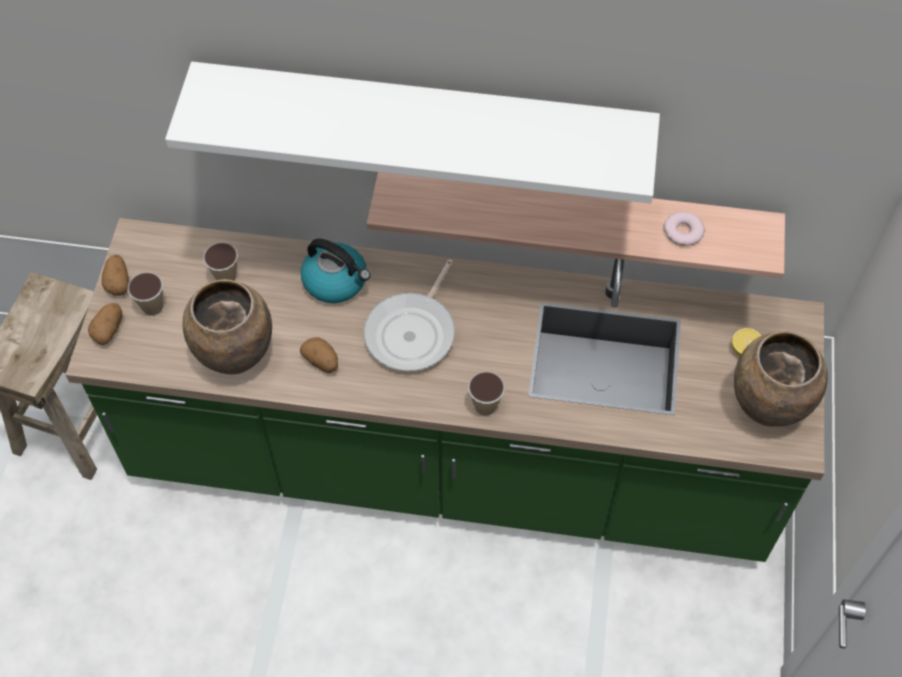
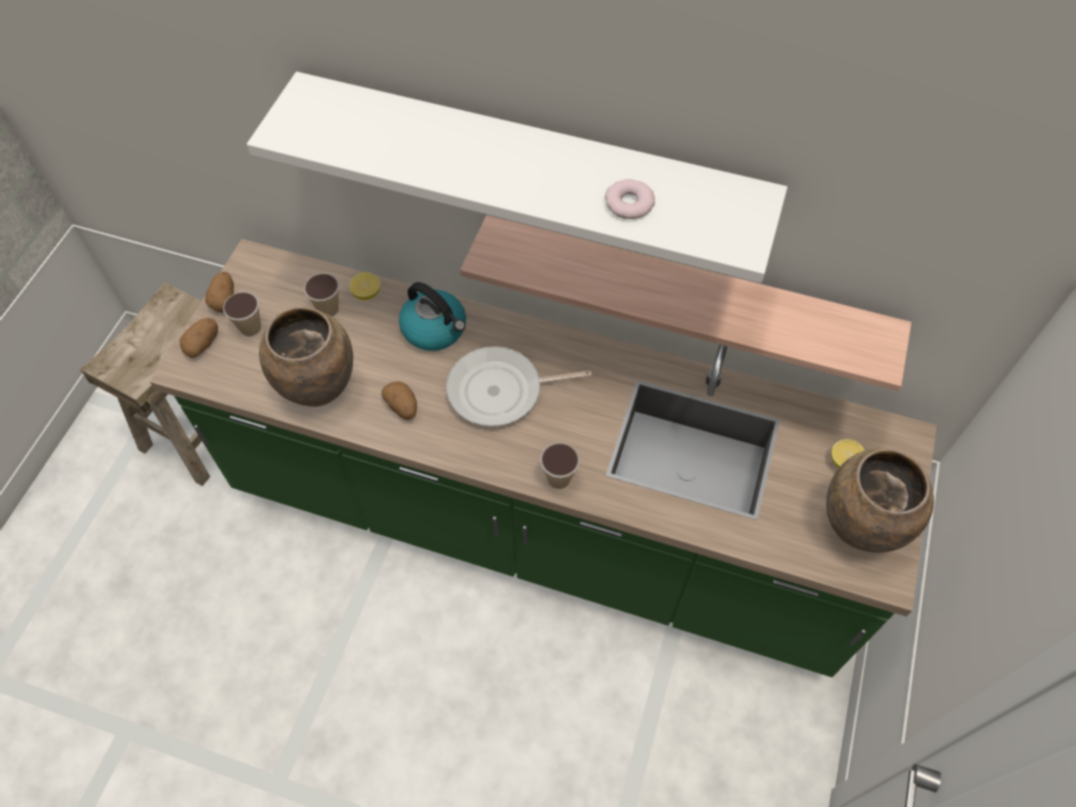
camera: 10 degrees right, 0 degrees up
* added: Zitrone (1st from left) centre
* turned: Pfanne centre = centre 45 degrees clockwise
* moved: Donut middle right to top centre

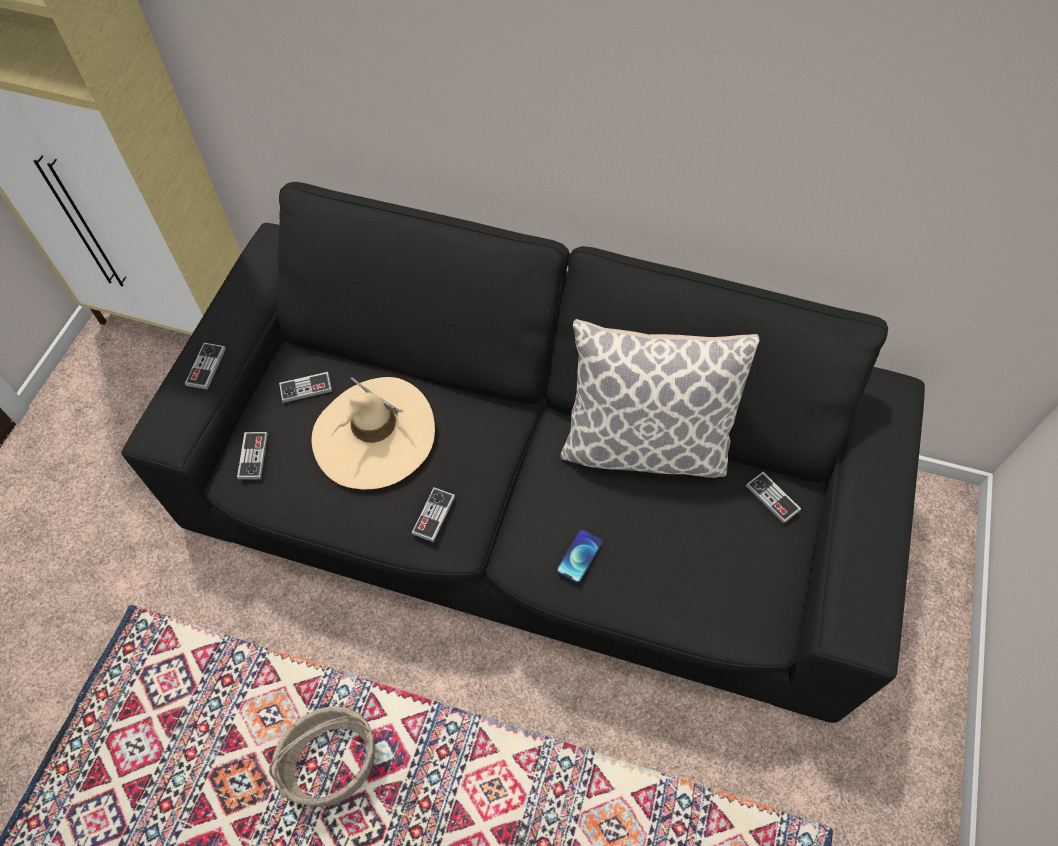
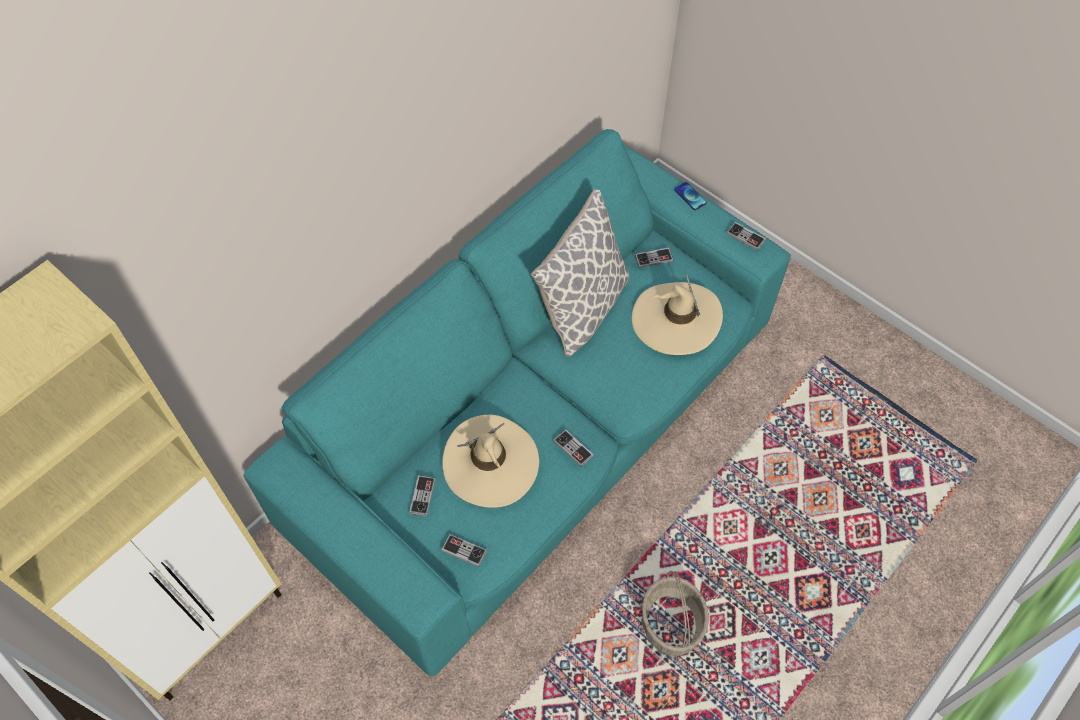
camera: 65 degrees left, 0 degrees up
* recoloured: Sofa (schwarz) centre to Sofa (türkis) centre
* added: Hut (beige) (2nd from left) centre
* moved: Handy centre to top centre
* moved: Gamepad (1st from left in the first image) middle left to Gamepad (5th from left) top right

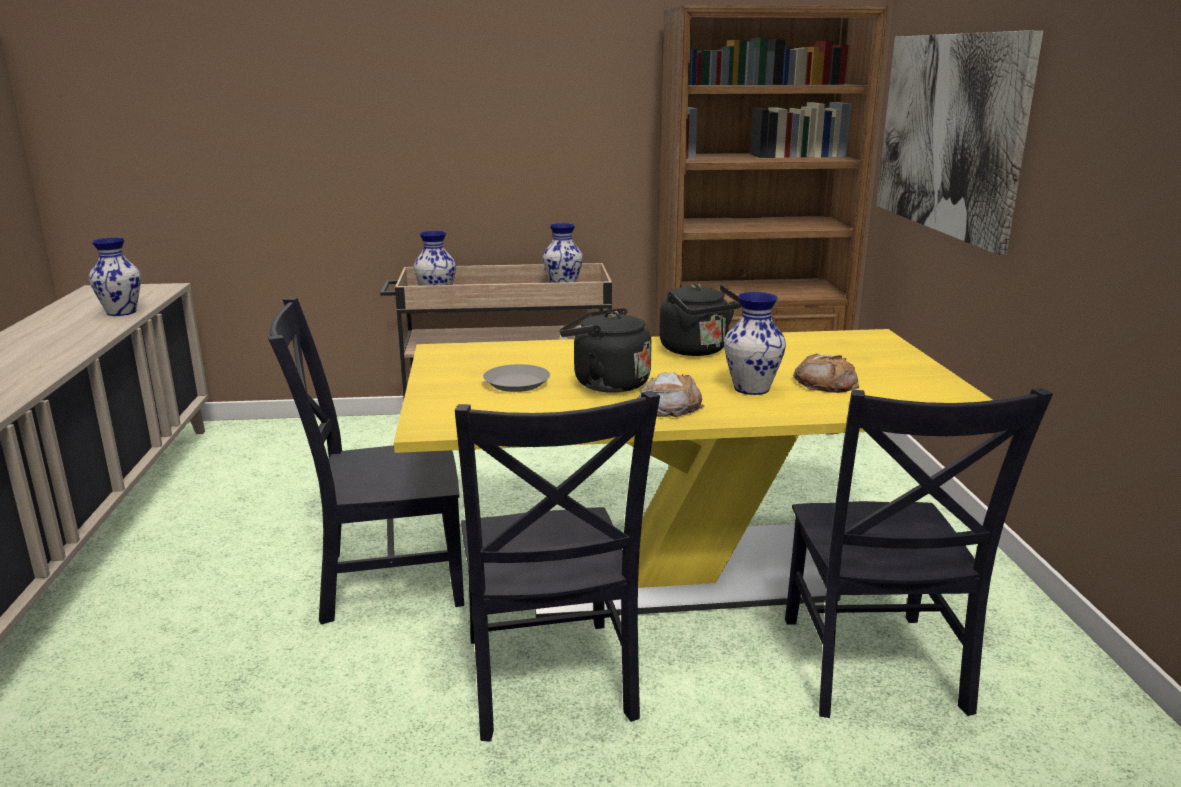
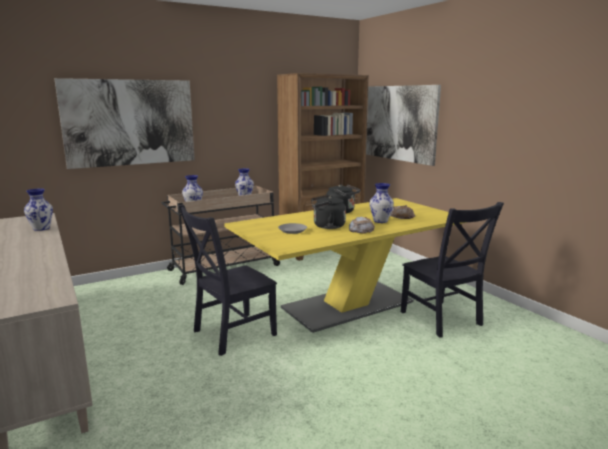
camera: 25 degrees left, 5 degrees down
* added: Bild (1st from left) top left
* removed: Stuhl (schwarz) (2nd from left) bottom centre

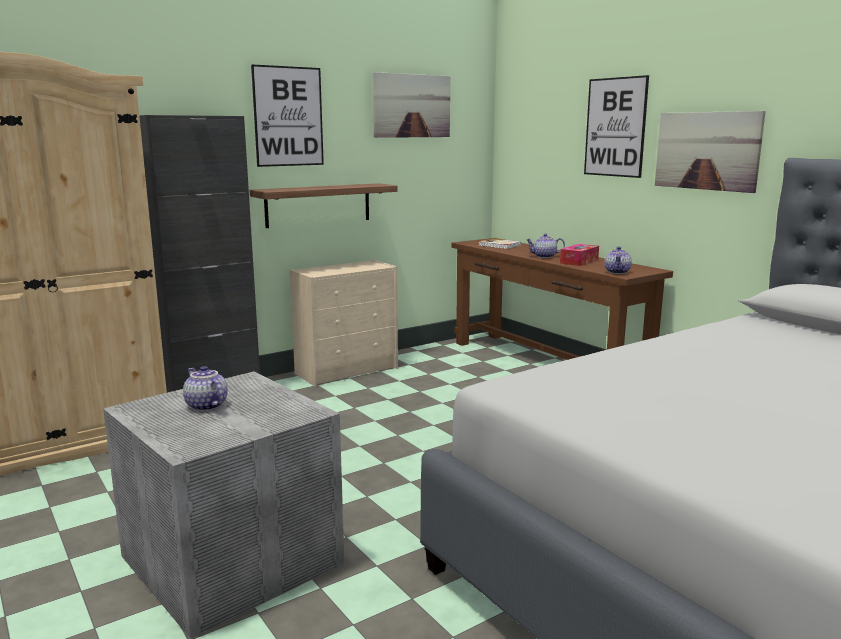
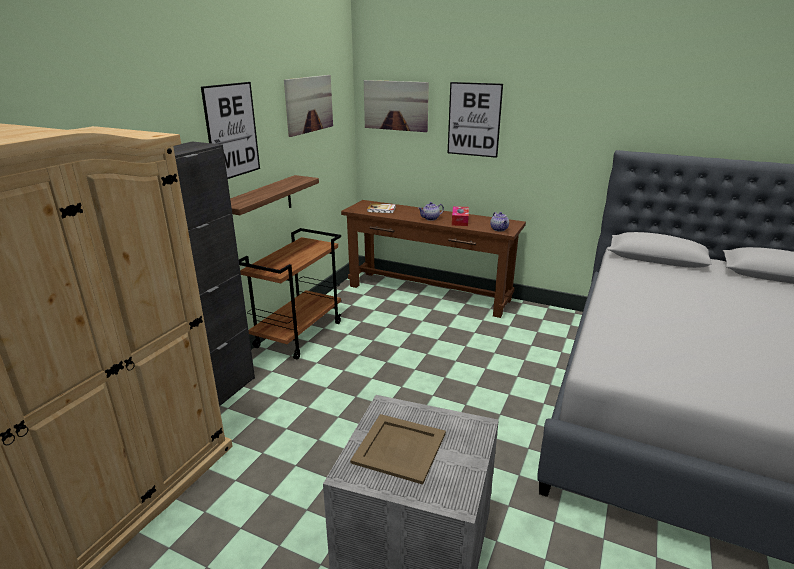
camera: 30 degrees left, 10 degrees up
* replaced: Kommode (beige) centre to Rollwagen (braun) centre
* replaced: Teekanne (1st from left) middle left to Tablett (beige) bottom centre
* moved: Bild (4th from left in the first image) top right to Bild (3rd from left) top centre

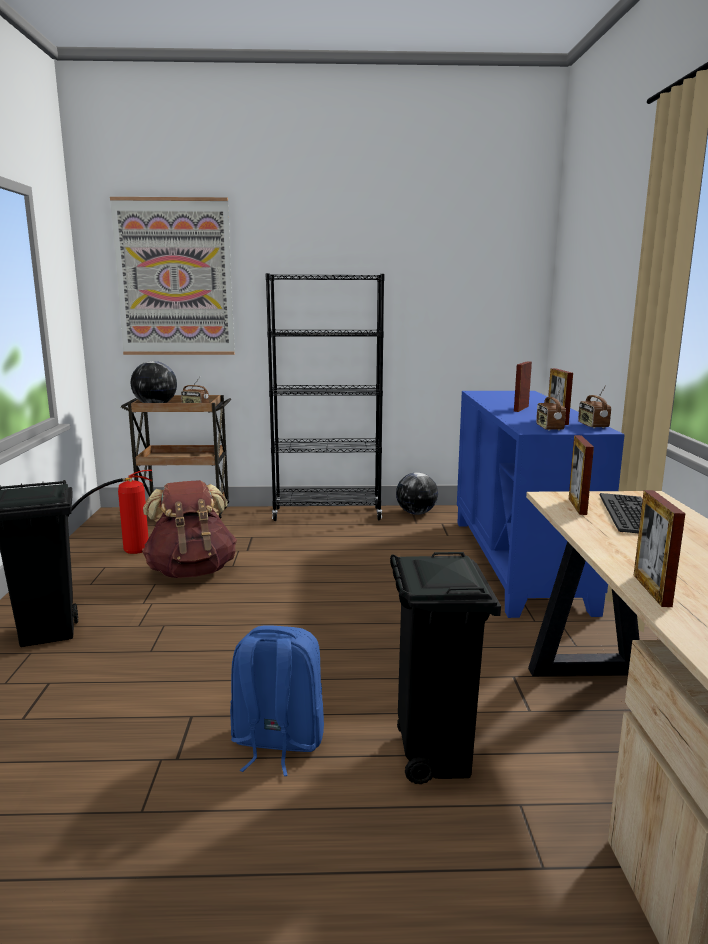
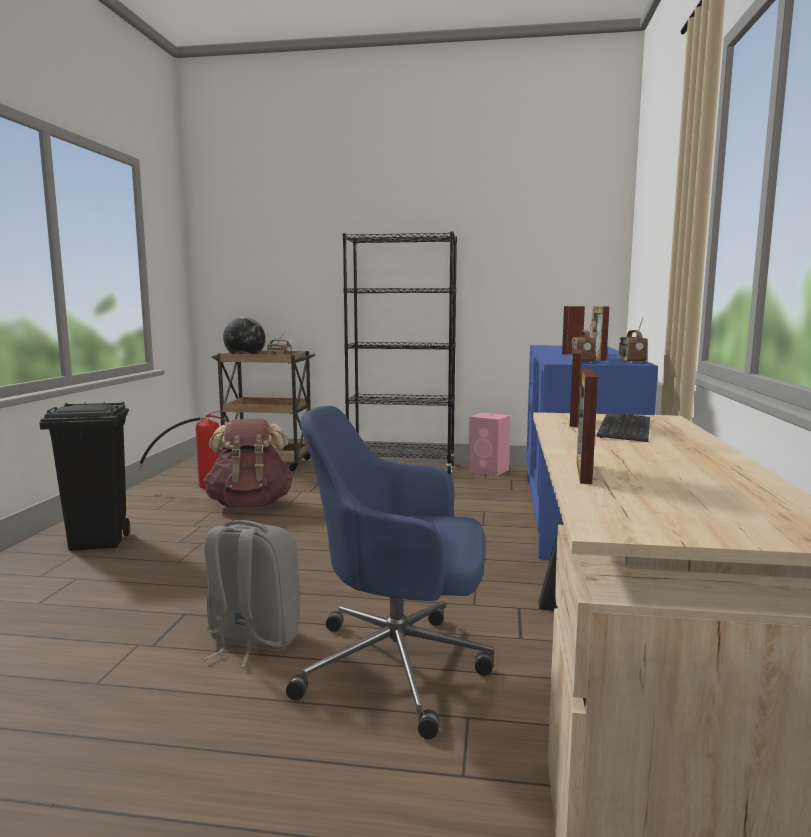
camera: 10 degrees right, 5 degrees down
* recoloured: Rucksack (blau) bottom centre to Rucksack (grau) bottom left
* replaced: Mülleimer (schwarz) (2nd from left) bottom centre to Bürostuhl (blau) bottom centre
* replaced: Globus (2nd from left) centre to Lautsprecher (rosa) centre
* removed: Bild top left

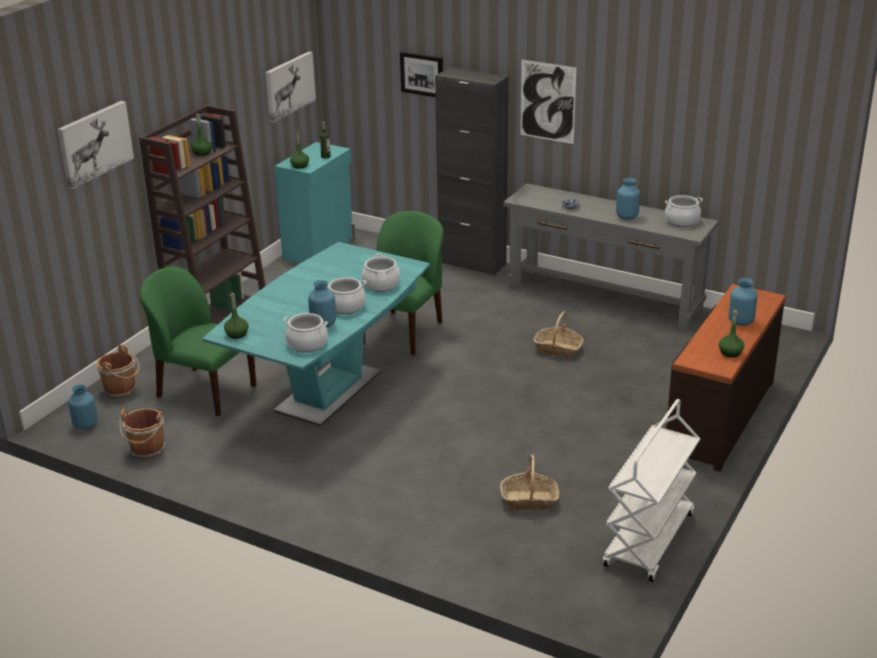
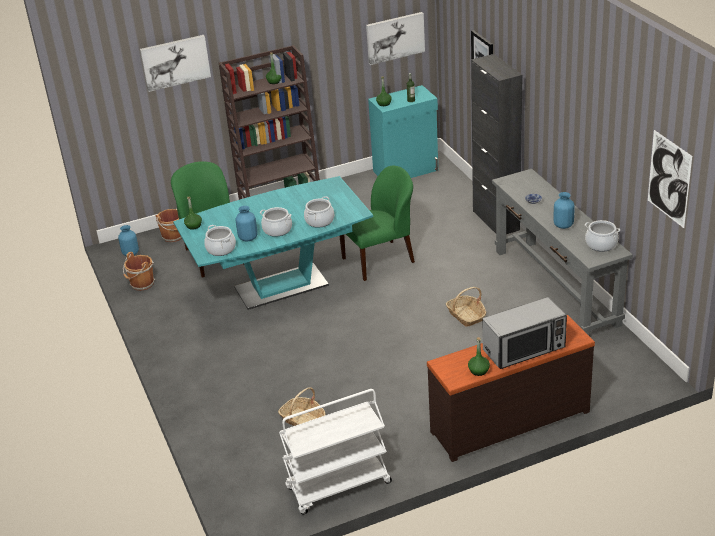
camera: 40 degrees right, 5 degrees up
* replaced: Vase (blau) (4th from left) middle right to Mikrowelle middle right
* moved: Bild (4th from left) top centre to middle right

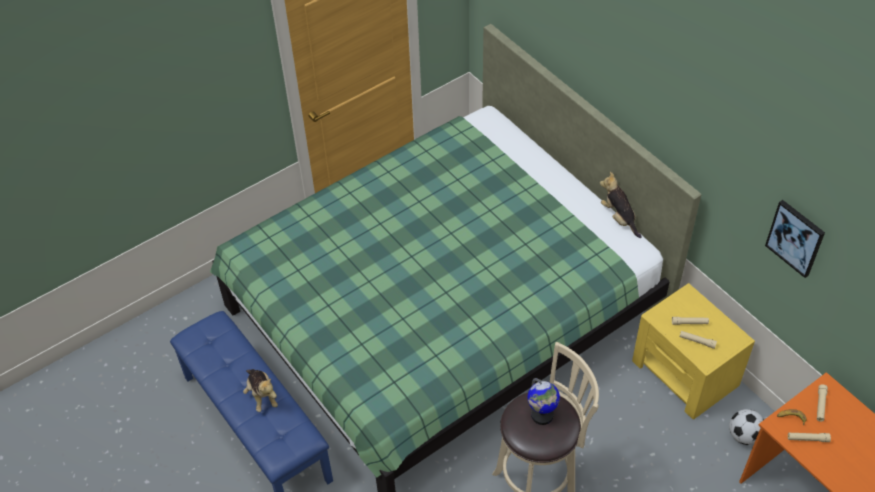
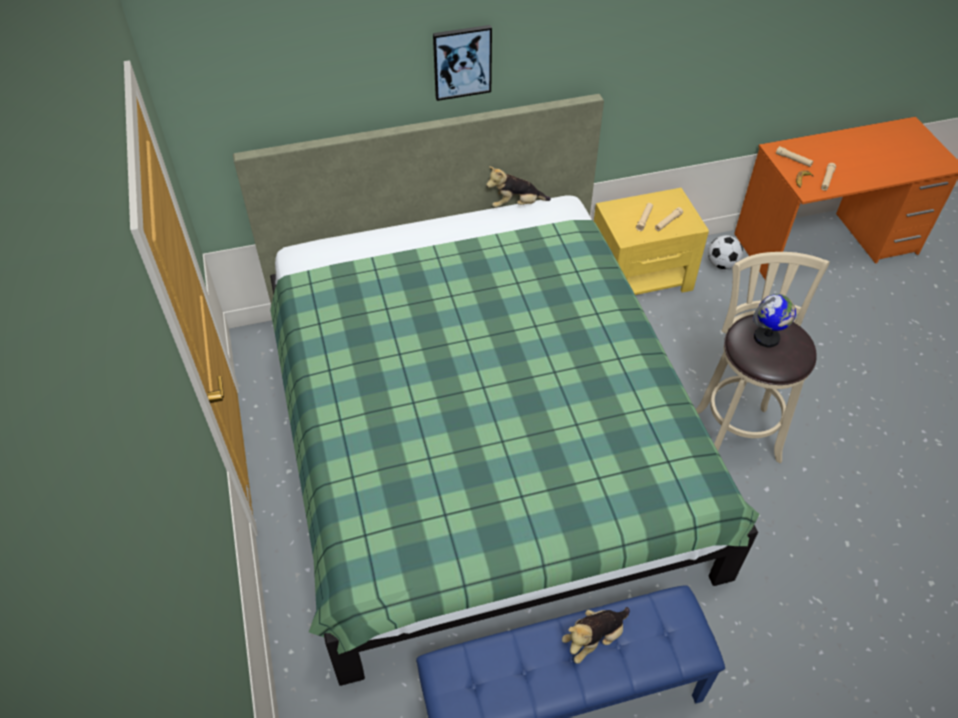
camera: 70 degrees left, 0 degrees up
* moved: Bild middle right to top centre
* turned: Plüschtier (1st from left in the first image) bottom left = bottom centre 150 degrees clockwise

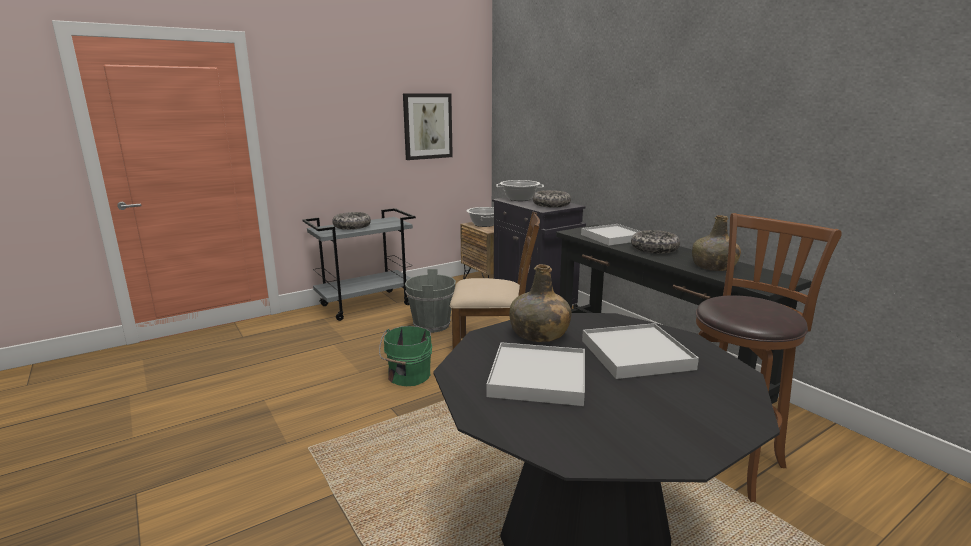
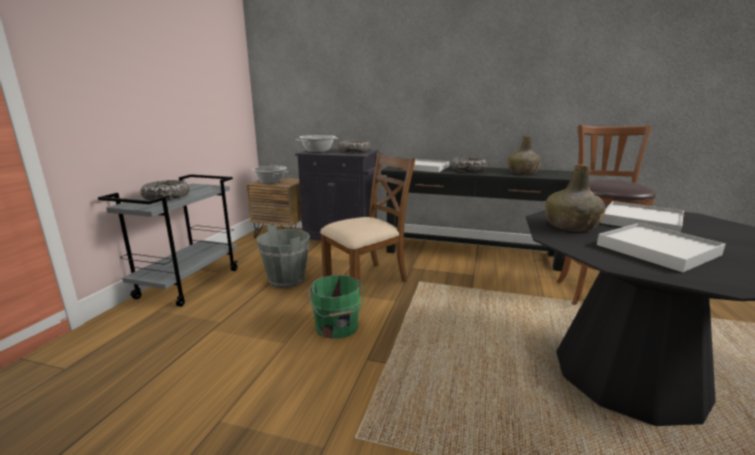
camera: 40 degrees left, 0 degrees up
* removed: Bild top centre

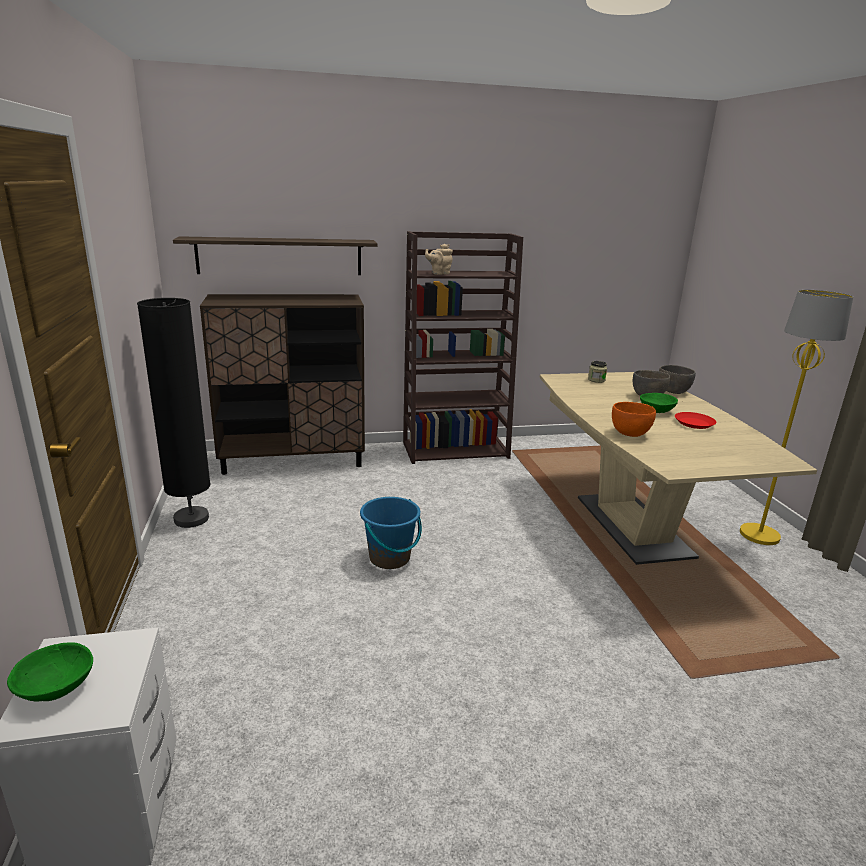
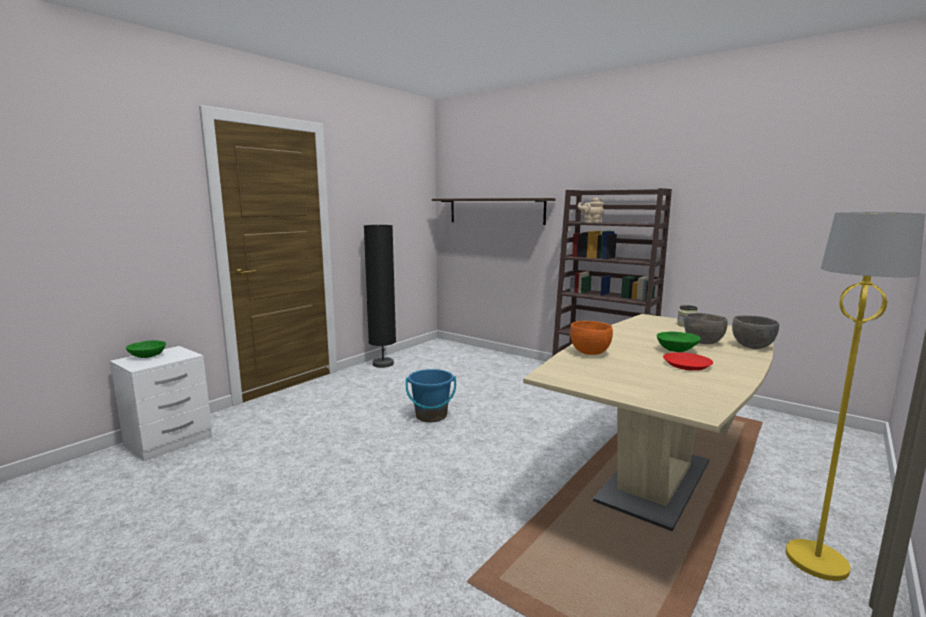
camera: 50 degrees right, 10 degrees down
* removed: Schrank (braun) middle left

